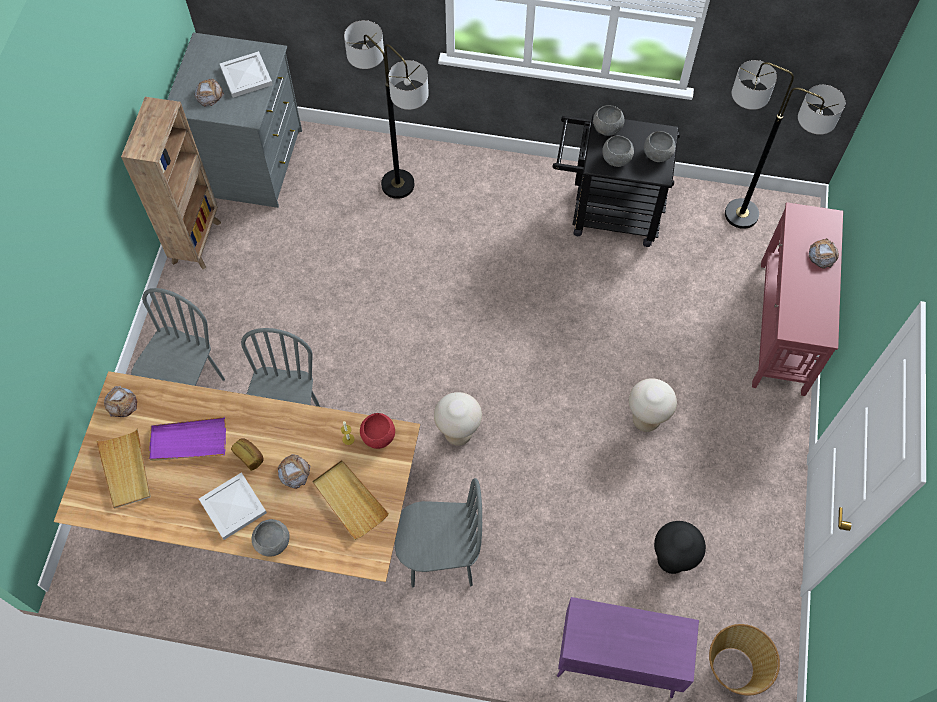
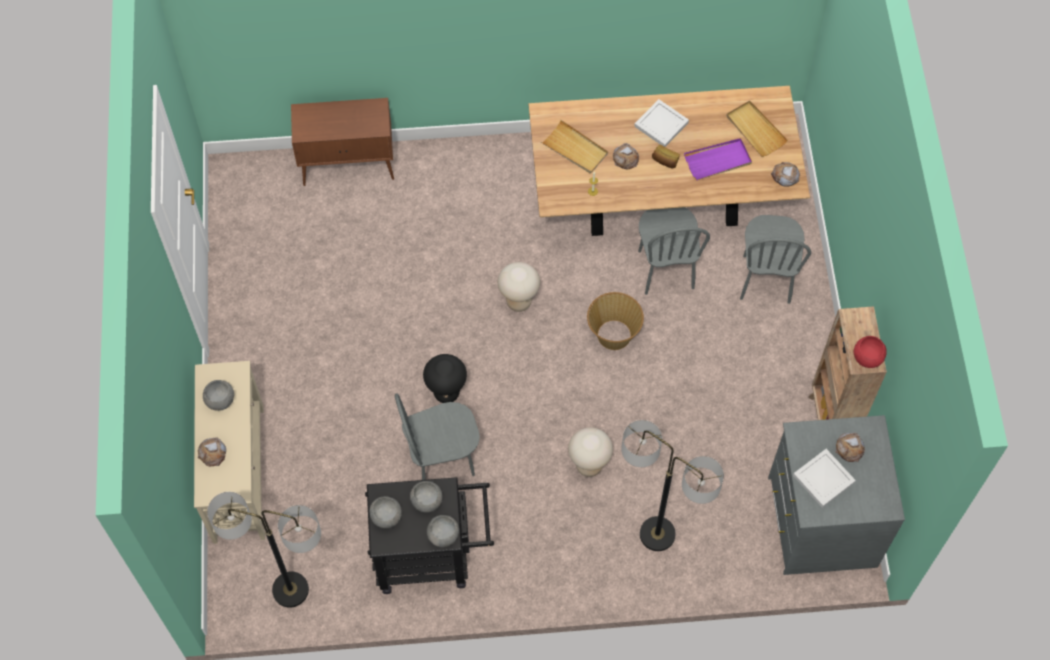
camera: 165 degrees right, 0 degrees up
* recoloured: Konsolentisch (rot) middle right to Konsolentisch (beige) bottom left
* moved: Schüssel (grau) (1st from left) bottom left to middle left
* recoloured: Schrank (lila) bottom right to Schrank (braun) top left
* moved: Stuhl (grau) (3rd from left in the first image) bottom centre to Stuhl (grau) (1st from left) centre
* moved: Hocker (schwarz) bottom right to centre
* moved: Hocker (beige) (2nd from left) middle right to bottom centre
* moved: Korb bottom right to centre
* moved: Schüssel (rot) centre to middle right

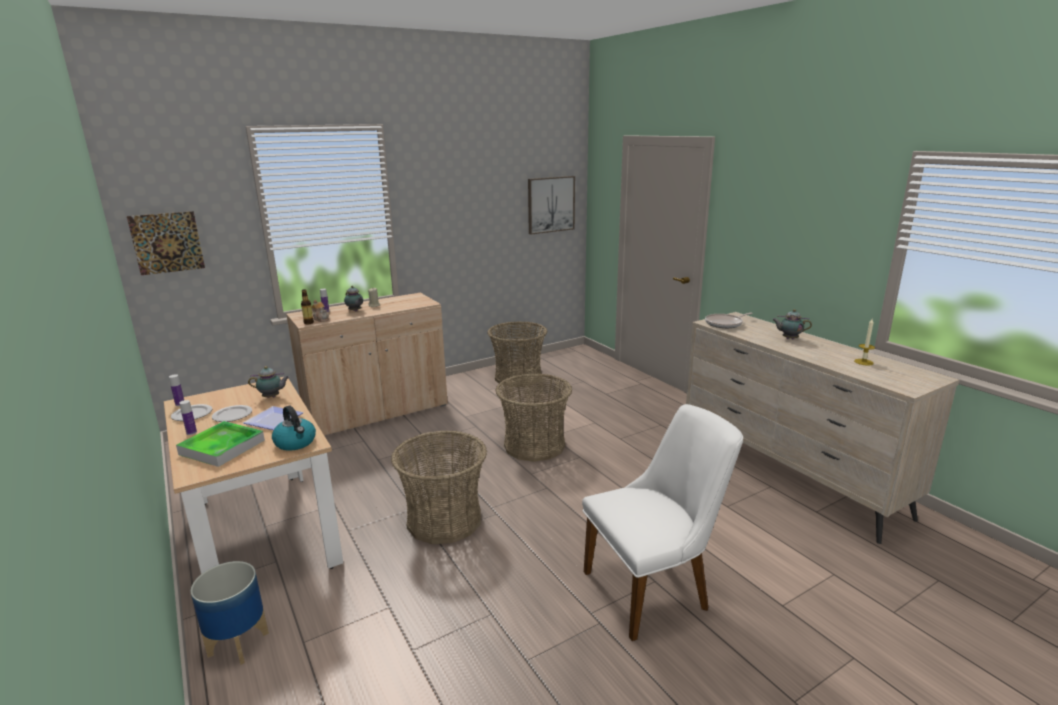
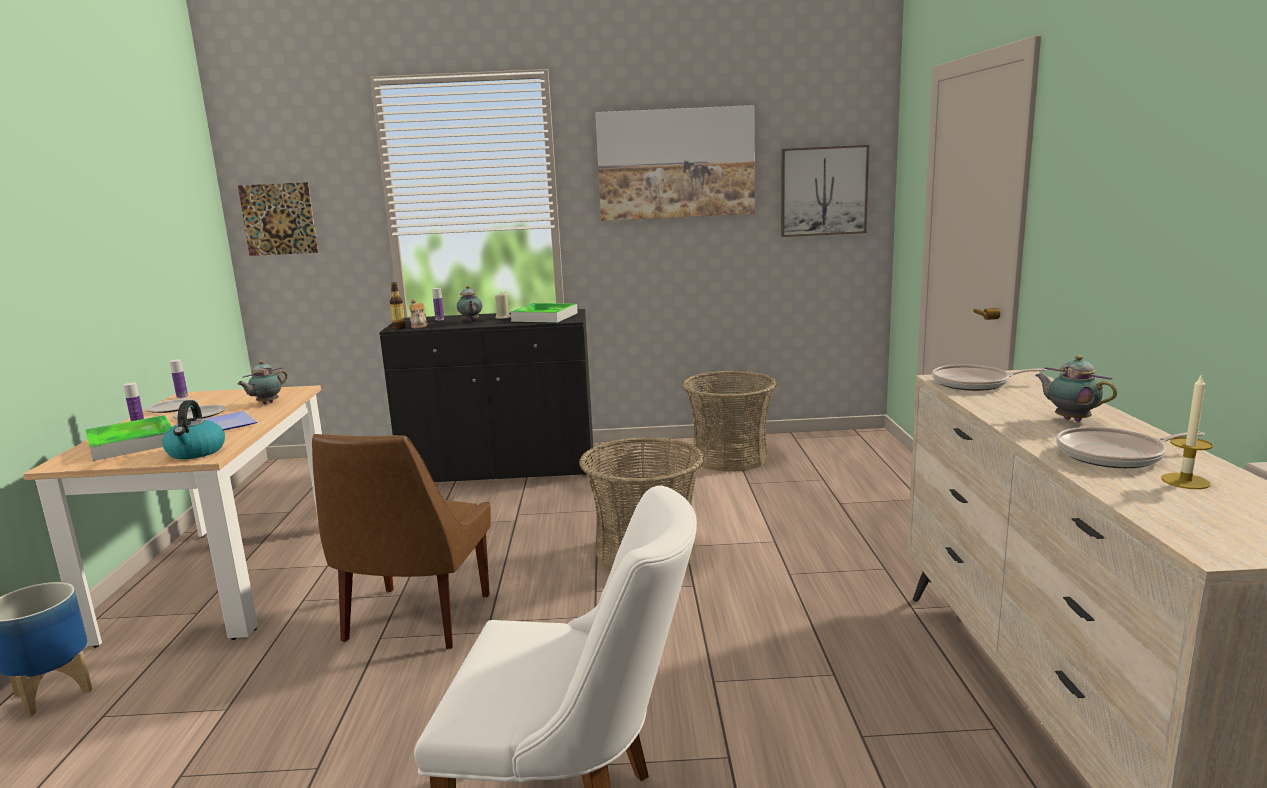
camera: 30 degrees right, 5 degrees down
* turned: Teekanne (1st from left) middle left = middle left 105 degrees clockwise
* replaced: Korb (1st from left) bottom centre to Stuhl (braun) bottom left
* recoloured: Schrank (beige) centre to Schrank (schwarz) centre
* added: Tablett (2nd from left) centre
* added: Bild (2nd from left) top centre
* added: Pfanne (2nd from left) middle right

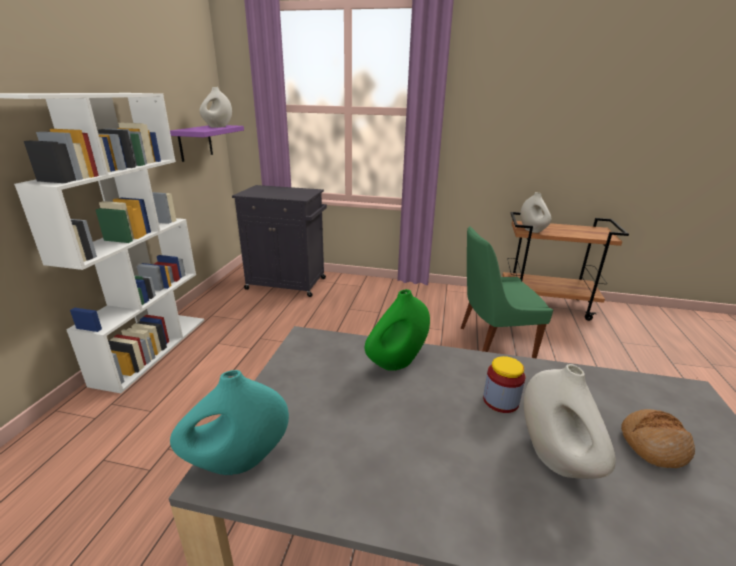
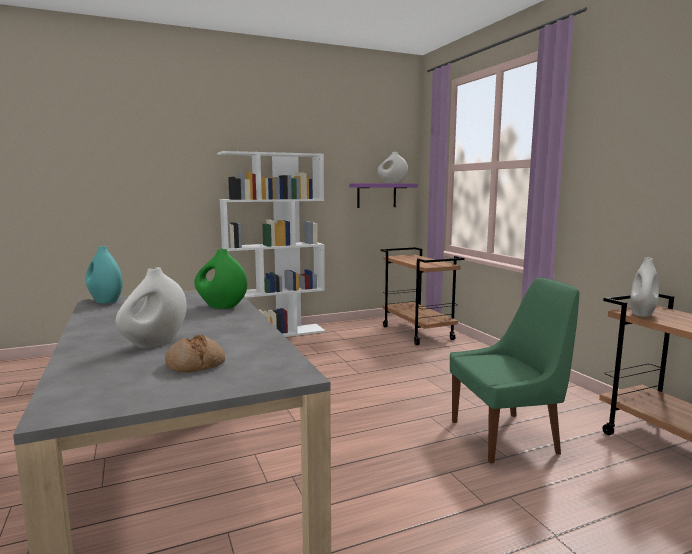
camera: 55 degrees right, 15 degrees down
* replaced: Schrank (schwarz) centre to Rollwagen (braun) (1st from left) centre
* turned: Stuhl (grün) middle right = bottom right 120 degrees clockwise
* removed: Vorratsglas bottom right

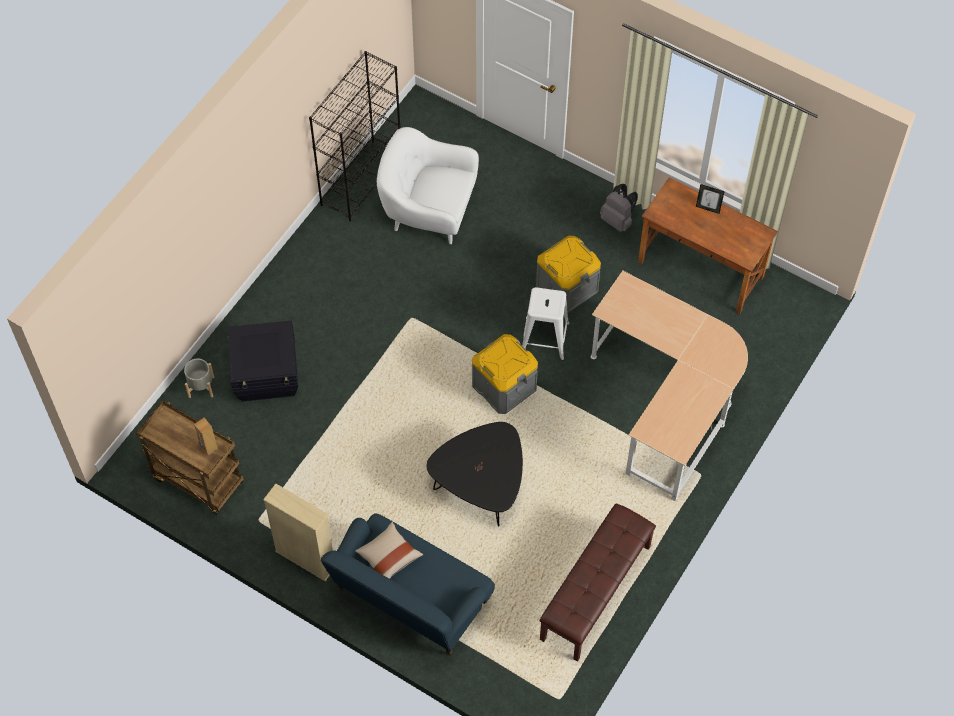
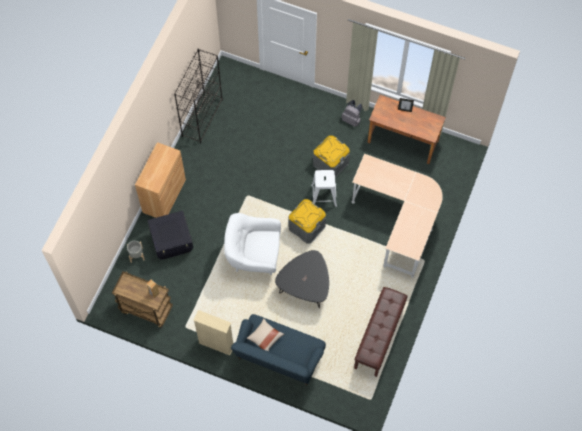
camera: 10 degrees left, 5 degrees up
* added: Schrank (braun) middle left
* moved: Sessel (weiß) top centre to centre

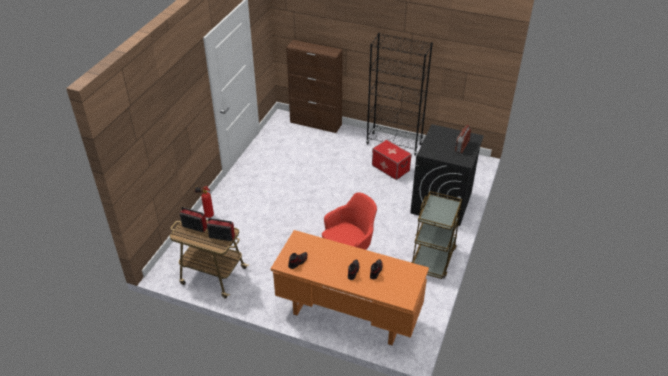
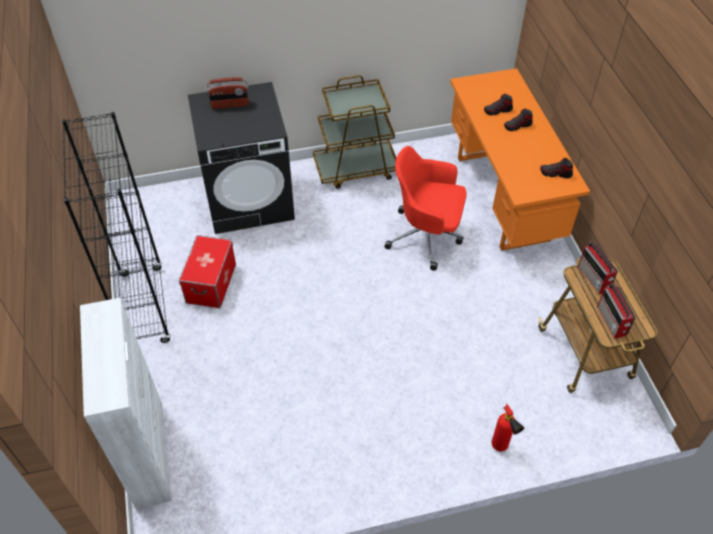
camera: 125 degrees left, 10 degrees up
* recoloured: Schrank (braun) top centre to Schrank (weiß) bottom left

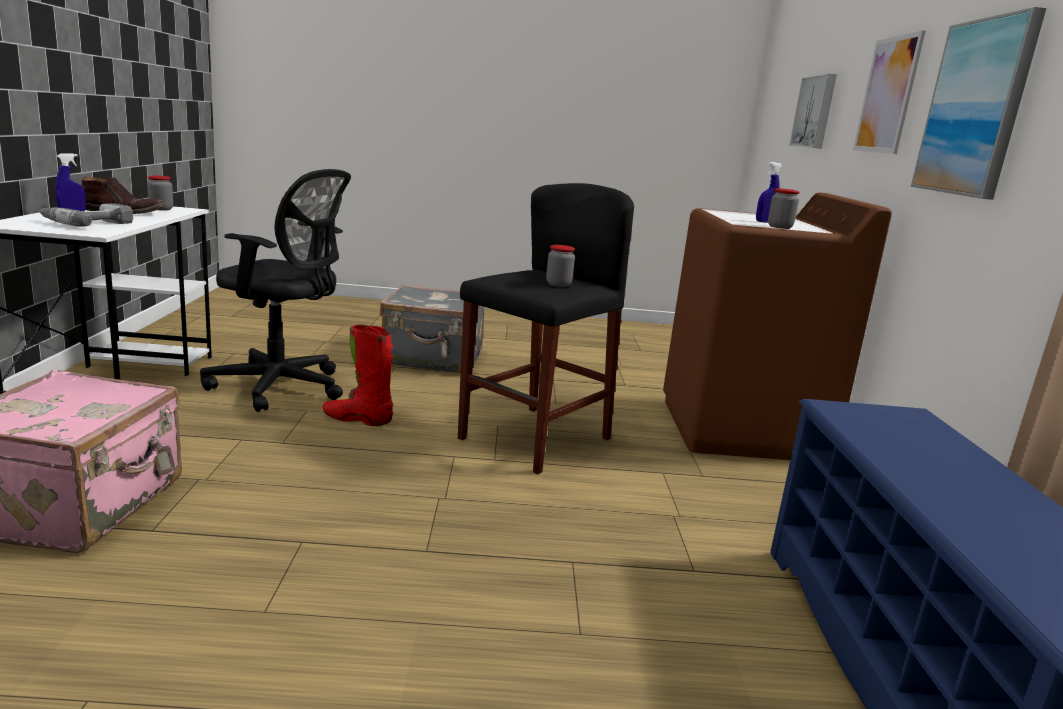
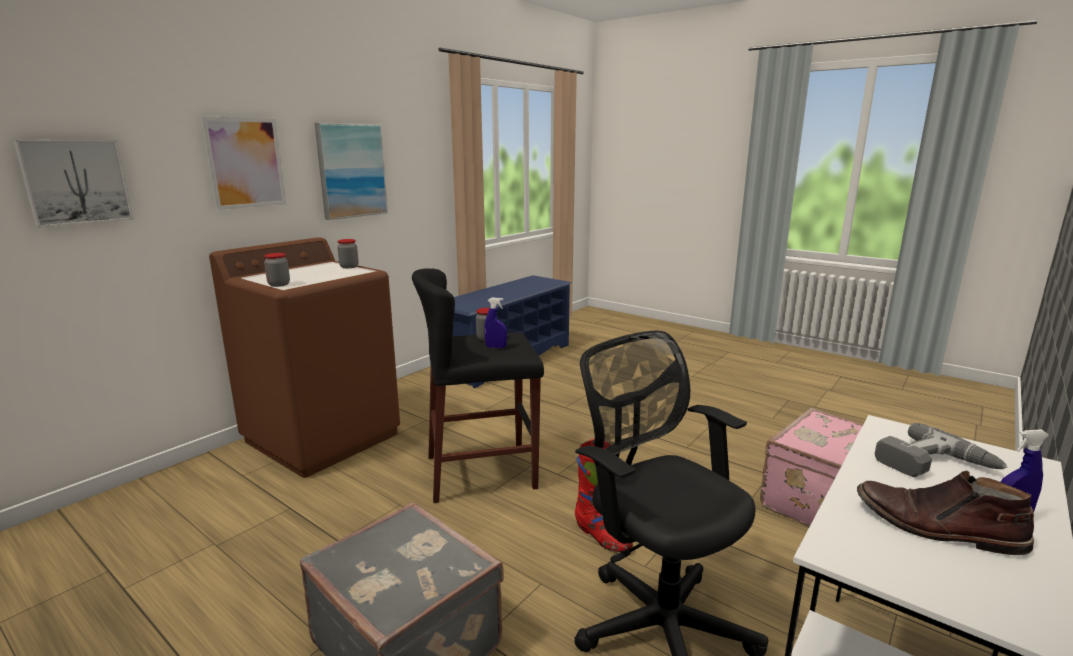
camera: 140 degrees left, 0 degrees up
* moved: Vorratsglas (1st from left) top left to middle left
* moved: Sprühflasche (blau) (2nd from left in the first image) top right to Sprühflasche (blau) (1st from left) centre

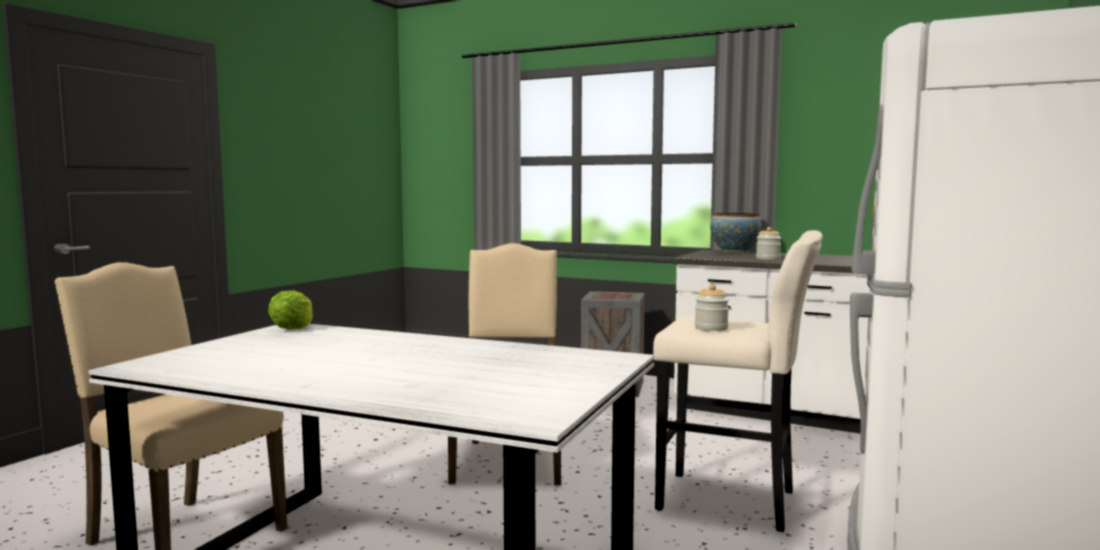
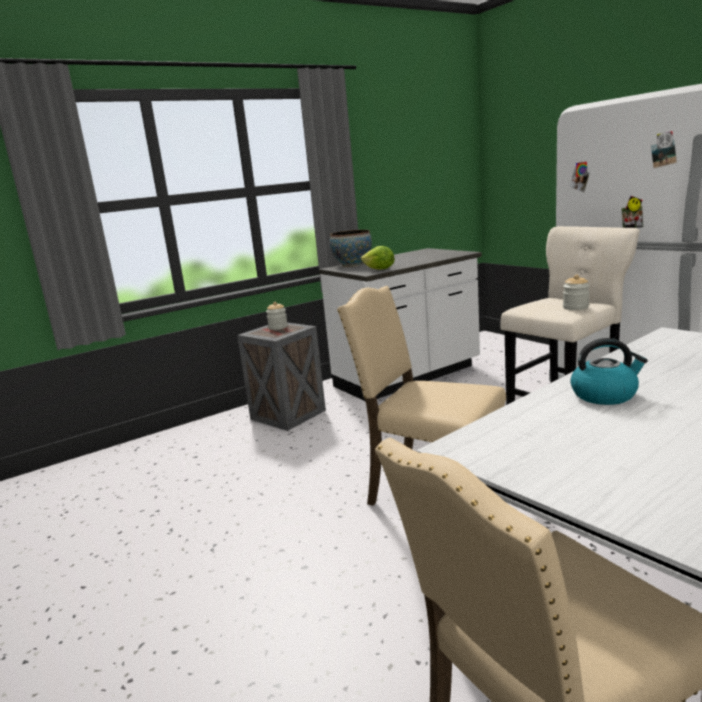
camera: 60 degrees left, 10 degrees up
* moved: Vorratsglas (2nd from left in the first image) middle right to Vorratsglas (1st from left) centre
* moved: Salatkopf middle left to centre
* added: Wasserkessel middle right

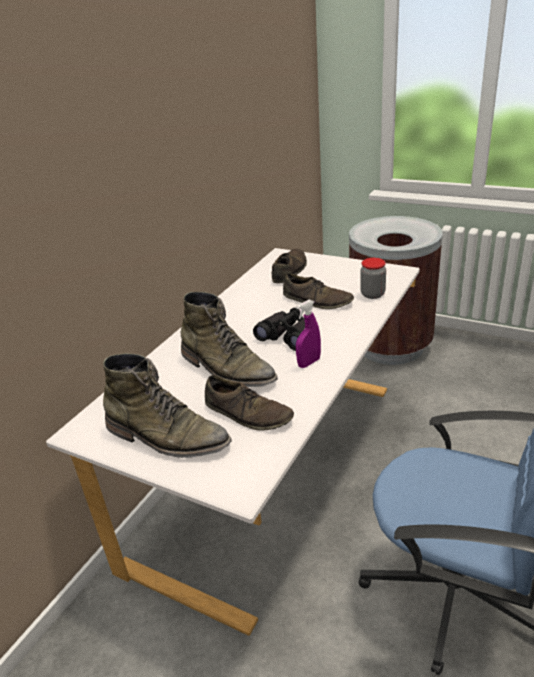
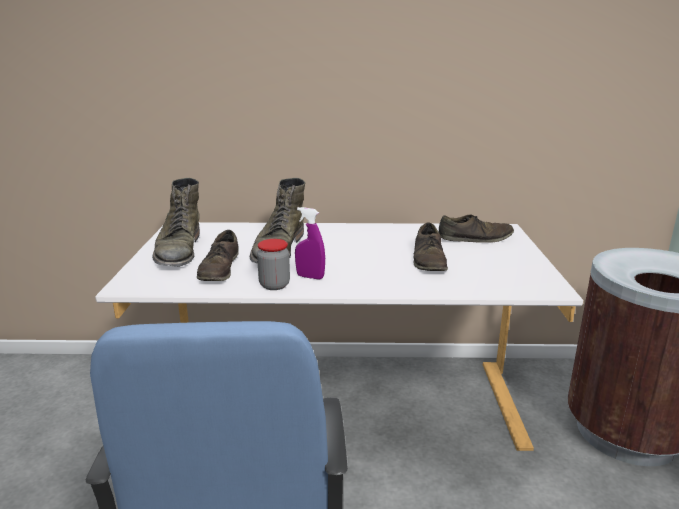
camera: 60 degrees right, 10 degrees down
* moved: Vorratsglas middle right to centre
* removed: Fernglas (schwarz) centre

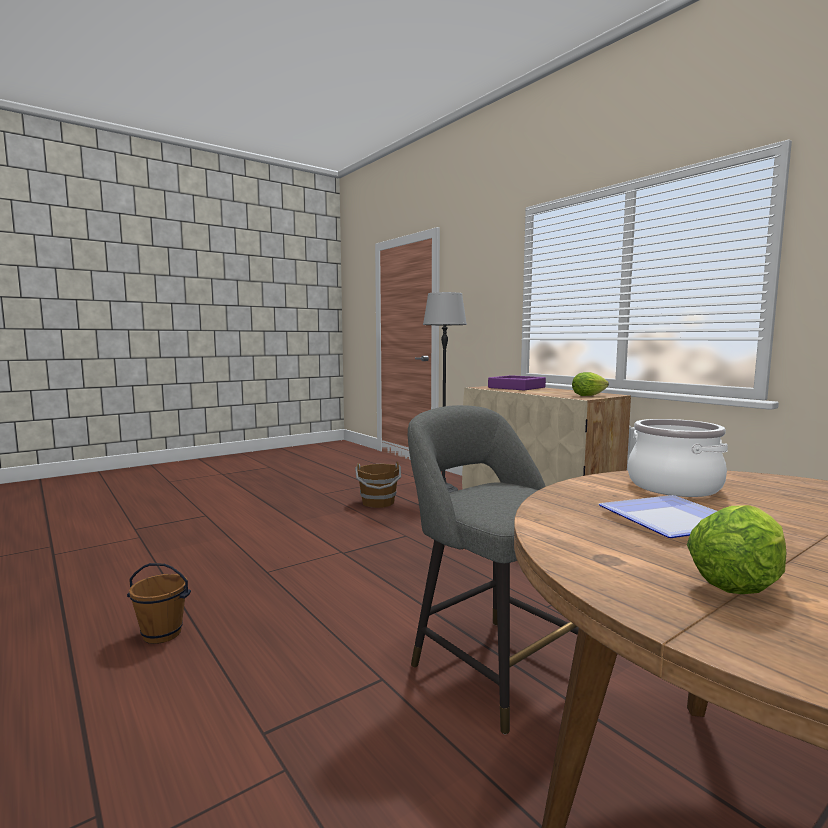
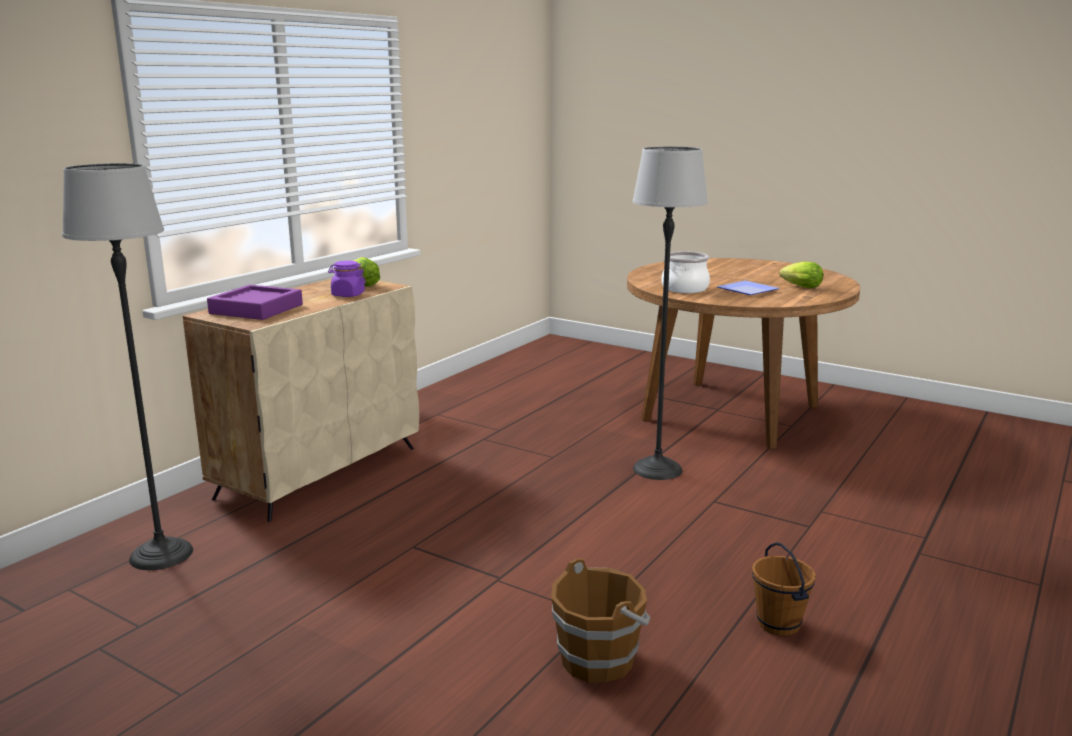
camera: 110 degrees left, 10 degrees up
* added: Vorratsglas (lila) middle left
* moved: Eimer (braun) (2nd from left in the first image) centre to Eimer (braun) (1st from left) bottom centre
* replaced: Hocker (grau) bottom centre to Stehlampe (2nd from left) centre

